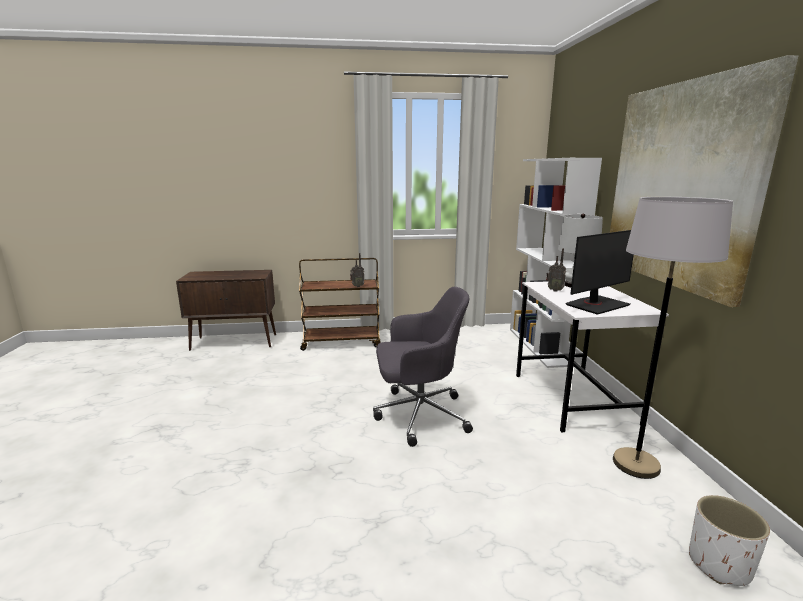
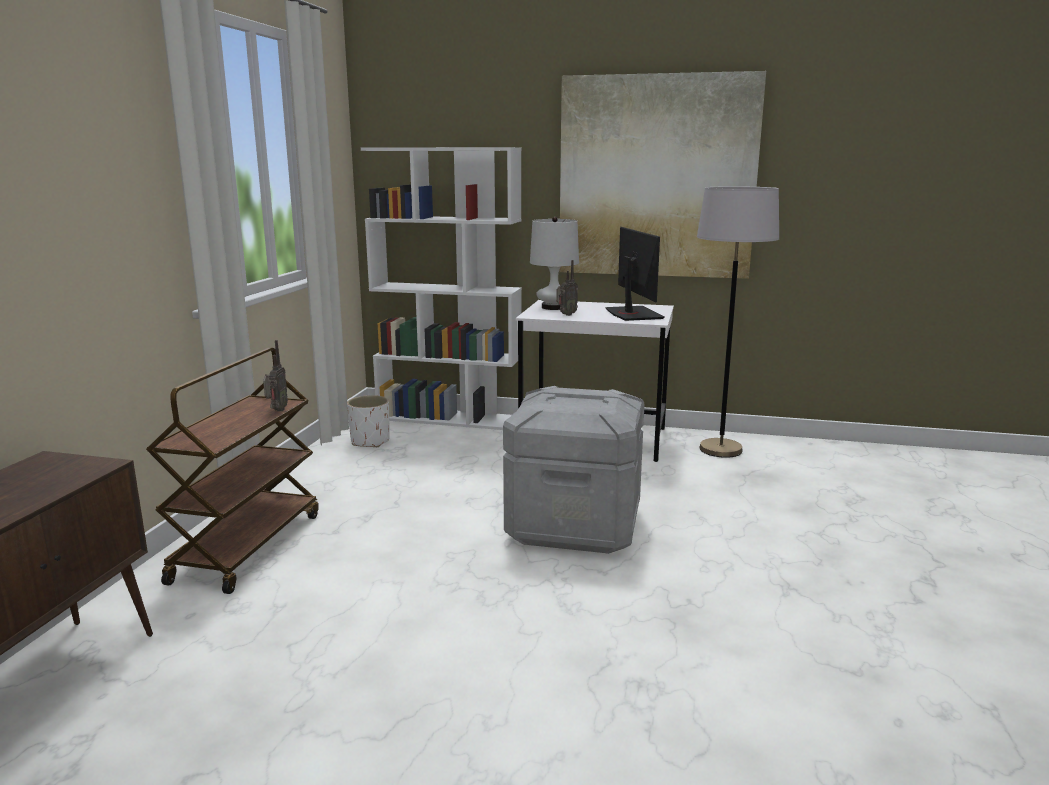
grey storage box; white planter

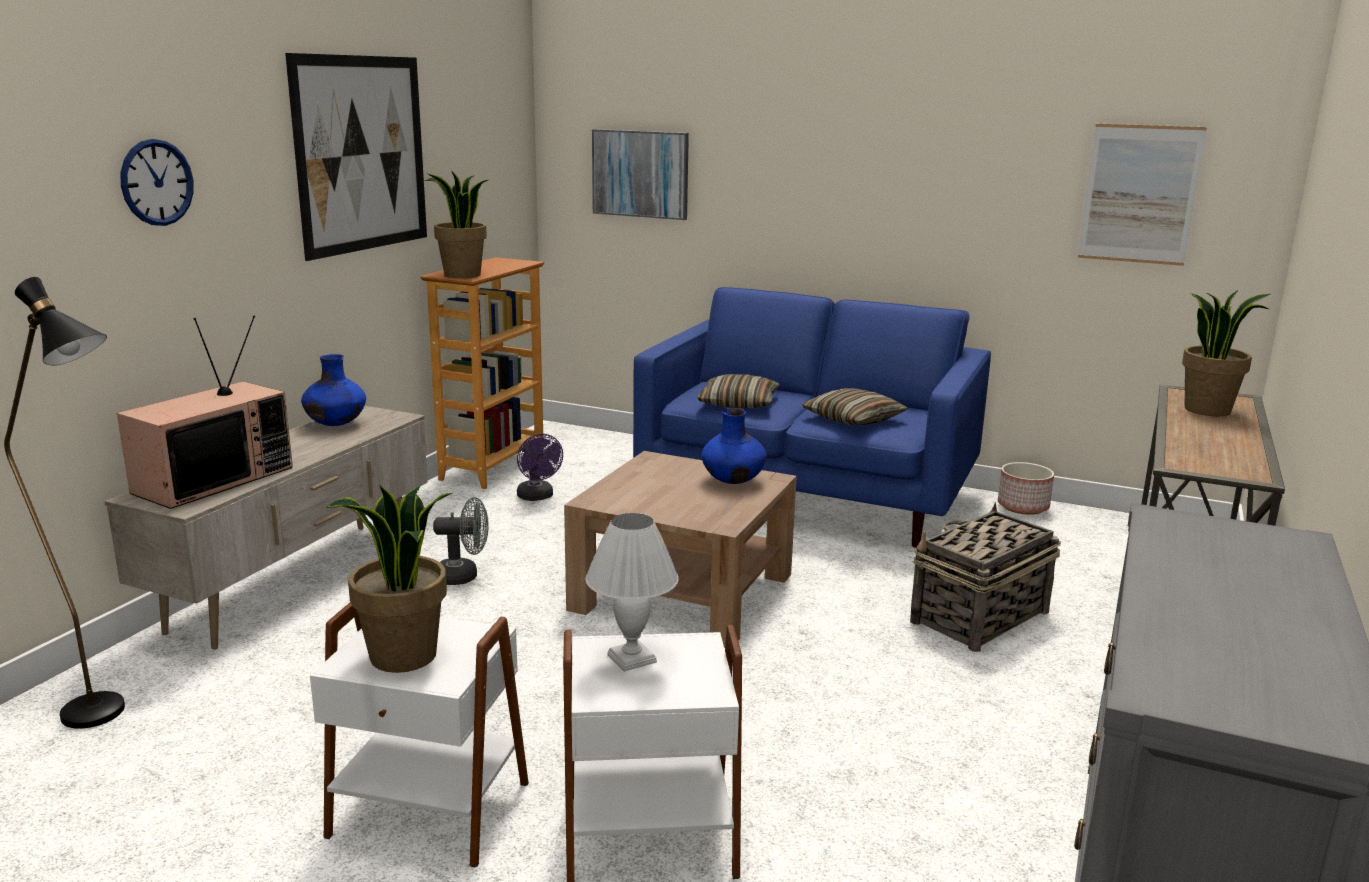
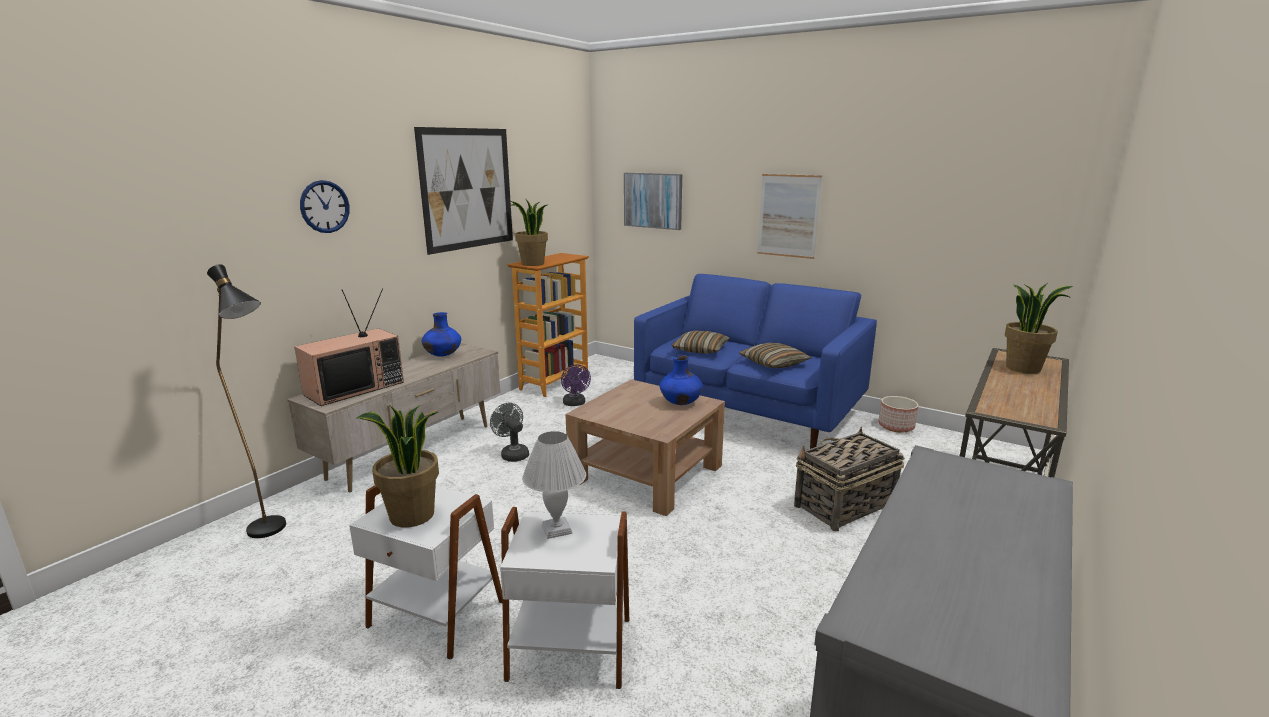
grey fan; picture (3rd from left)

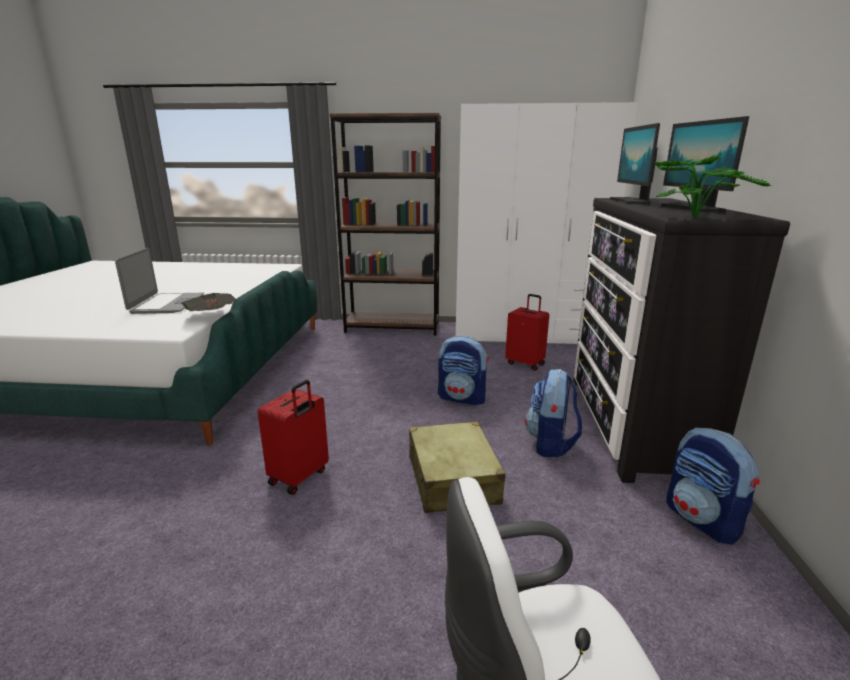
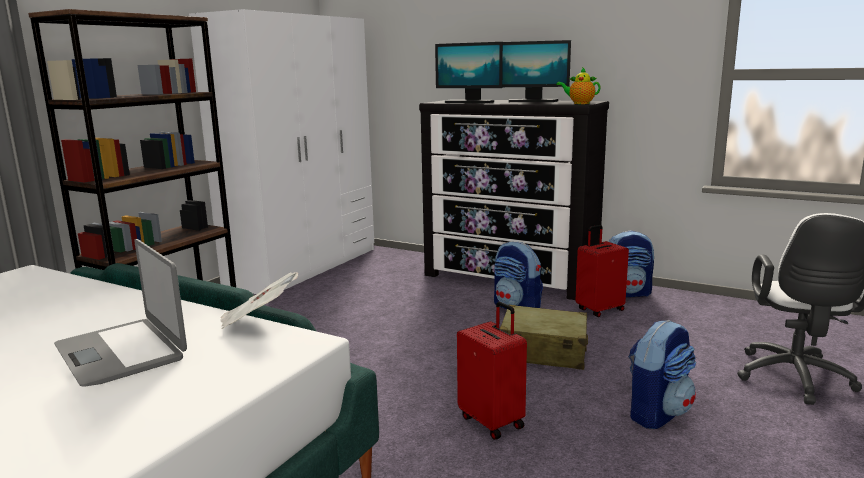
laptop; backpack (3rd from left); red suitcase (2nd from left); teapot

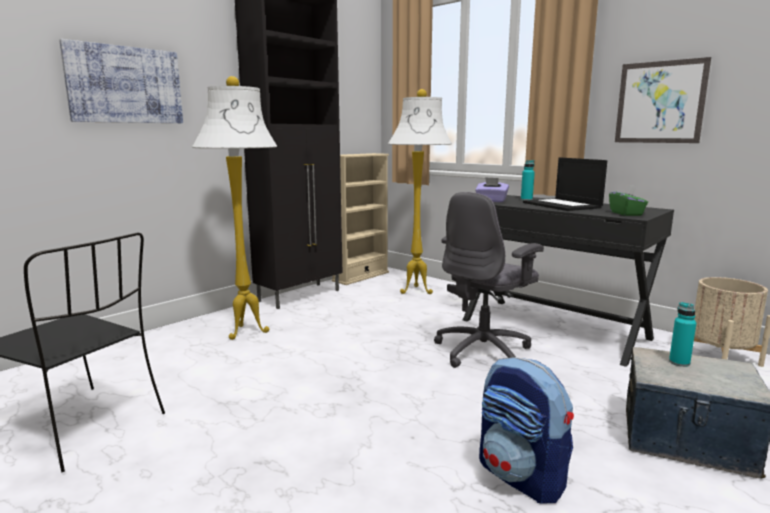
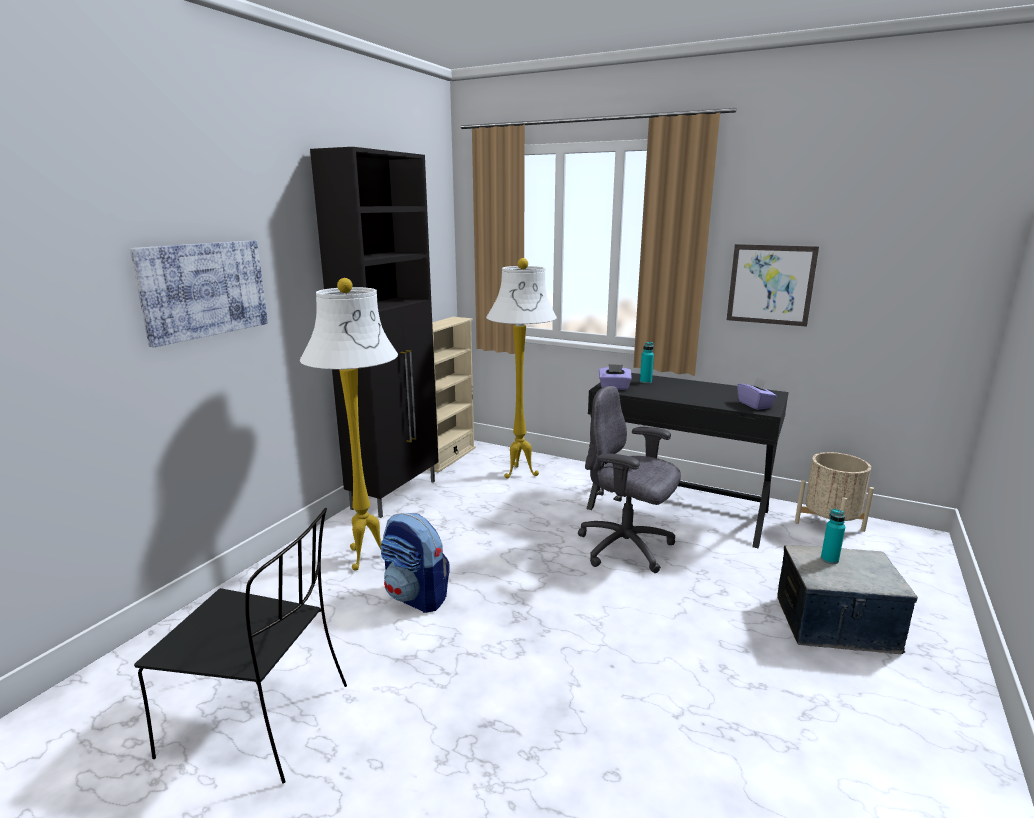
grey office chair; backpack; laptop; purple tissue box (2nd from left)

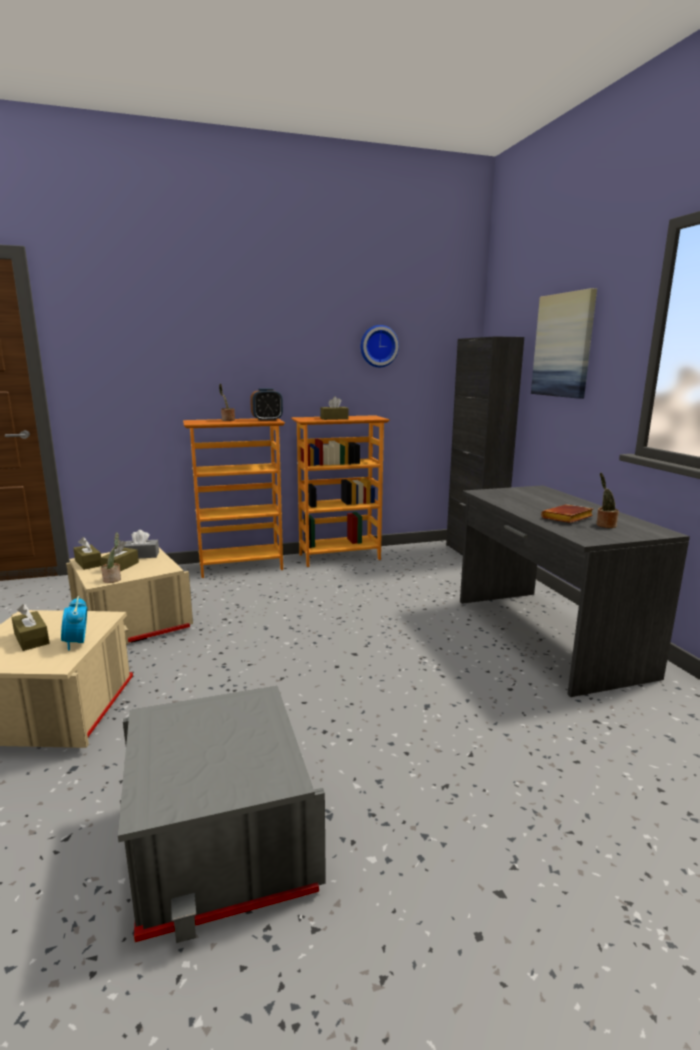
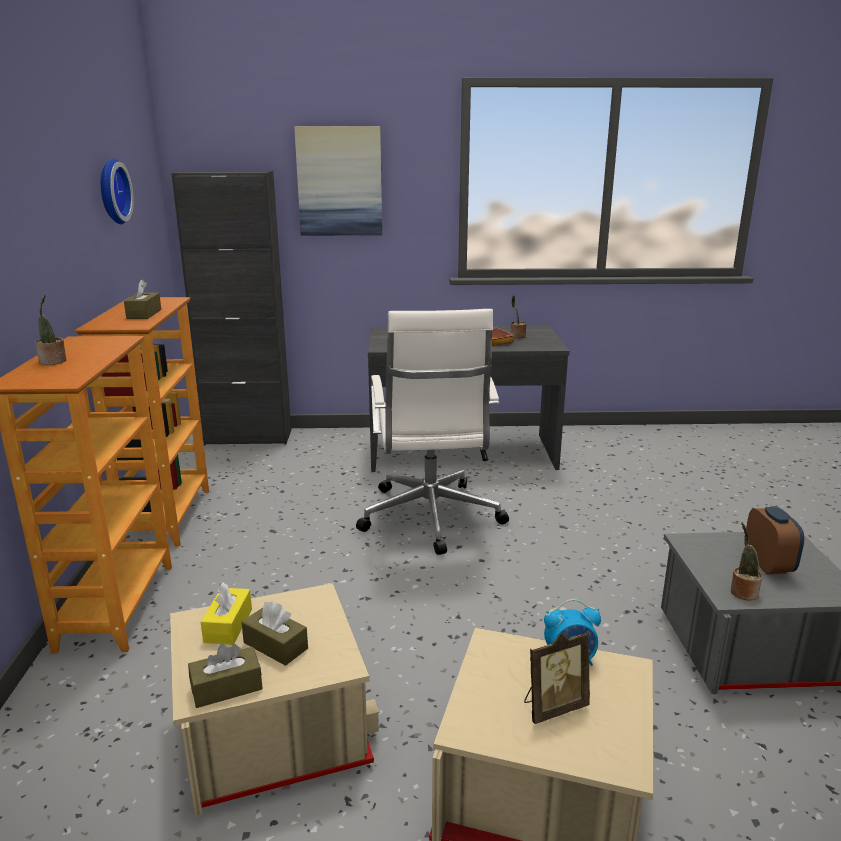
picture frame; potted plant (3rd from left); yellow tissue box; alarm clock (2nd from left); white office chair

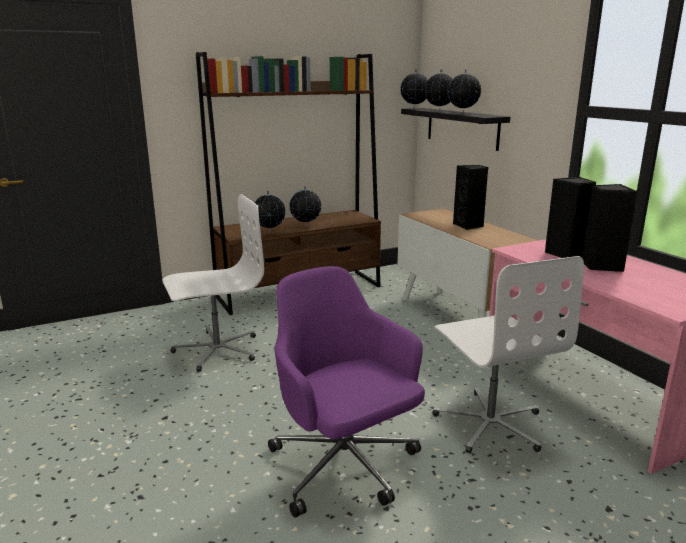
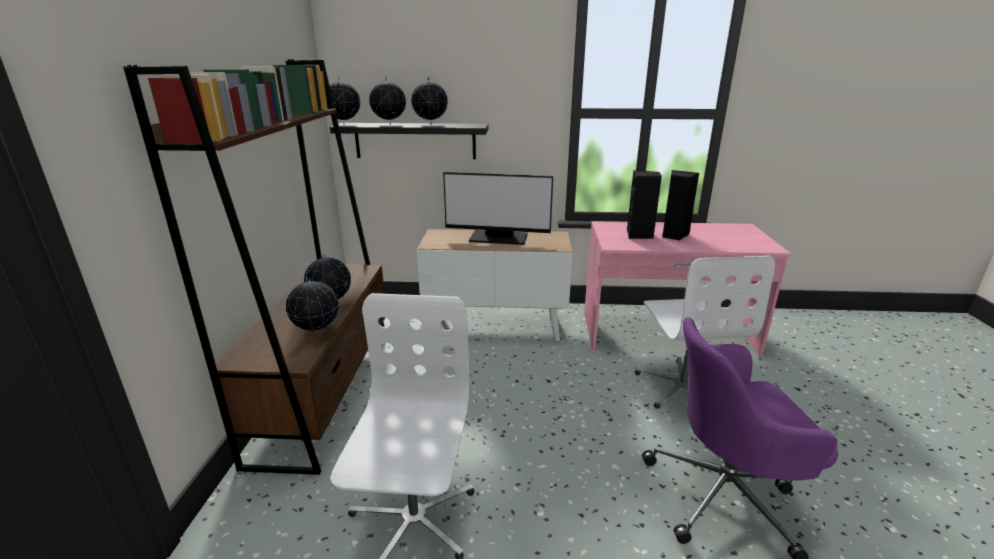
white office chair (2nd from left); monitor

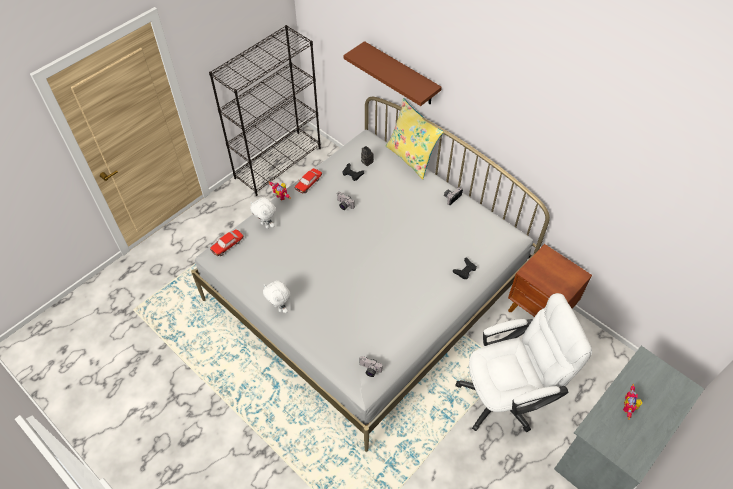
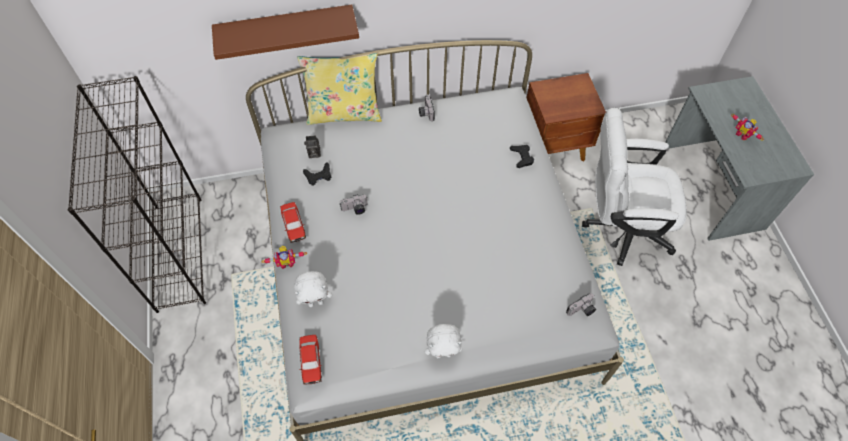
white office chair

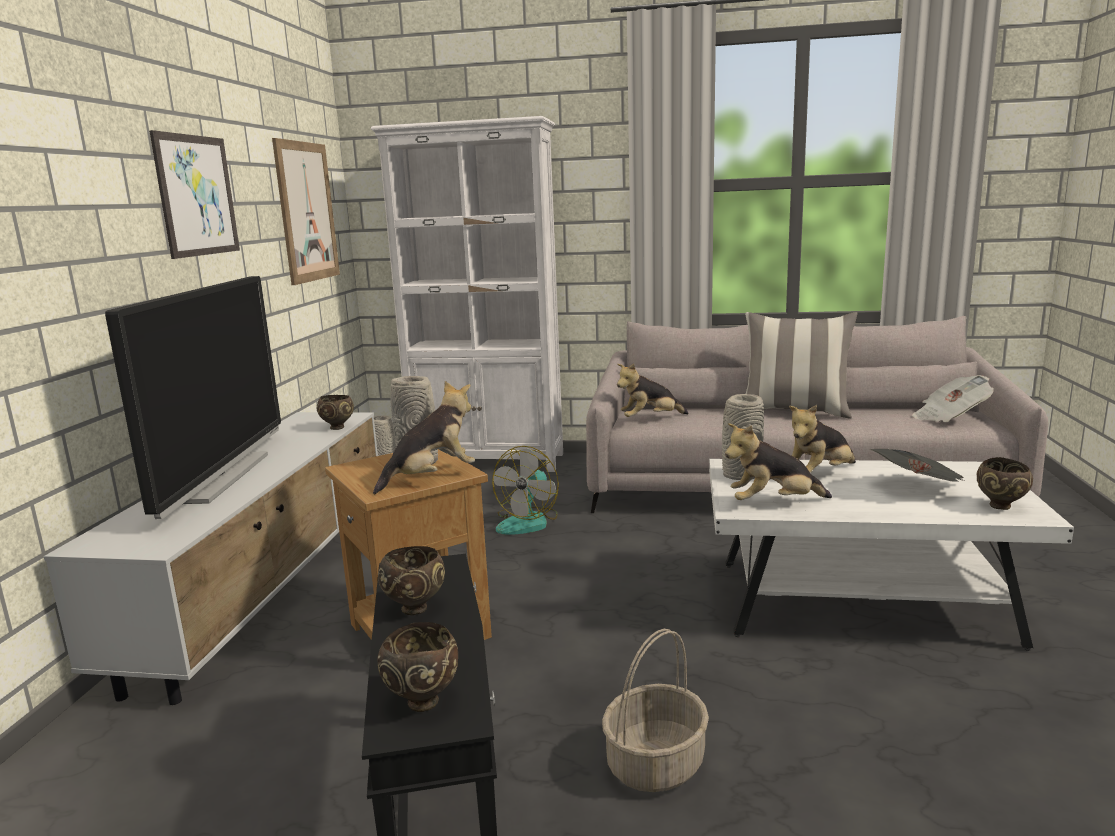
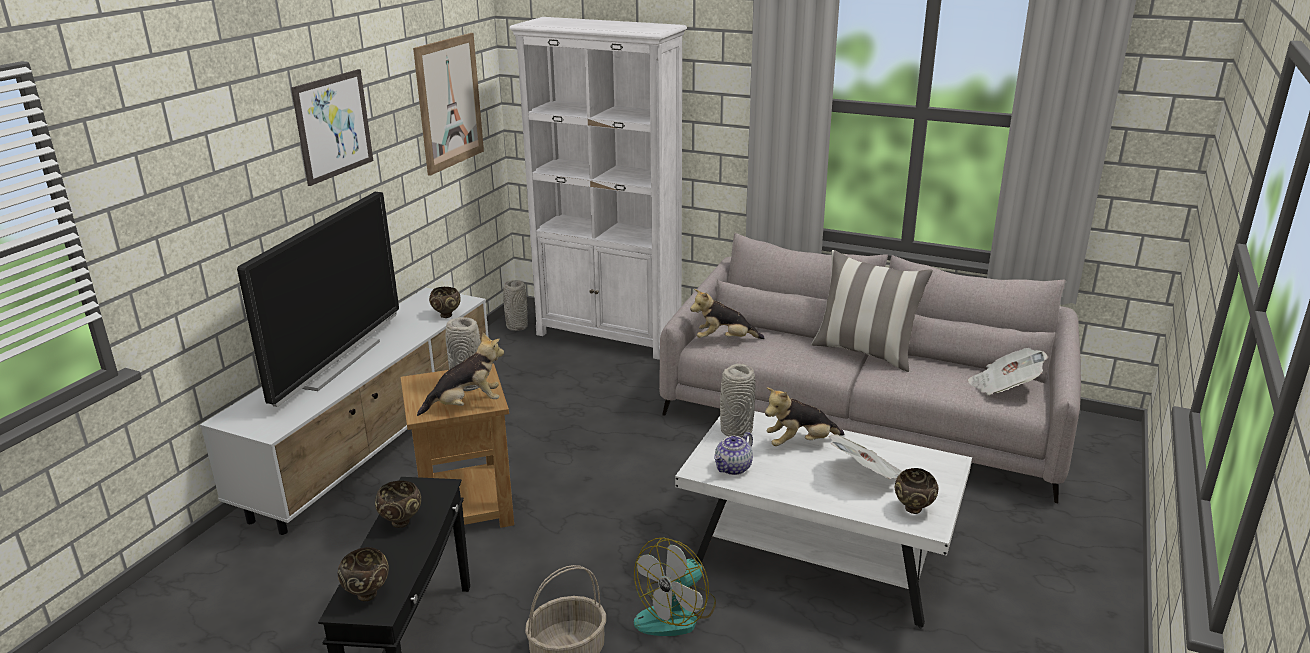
fan; teapot

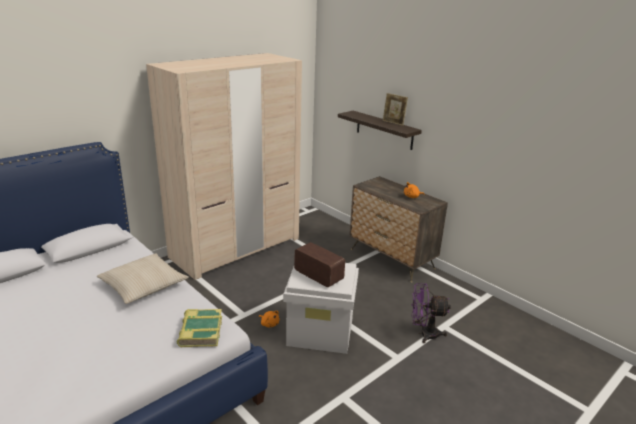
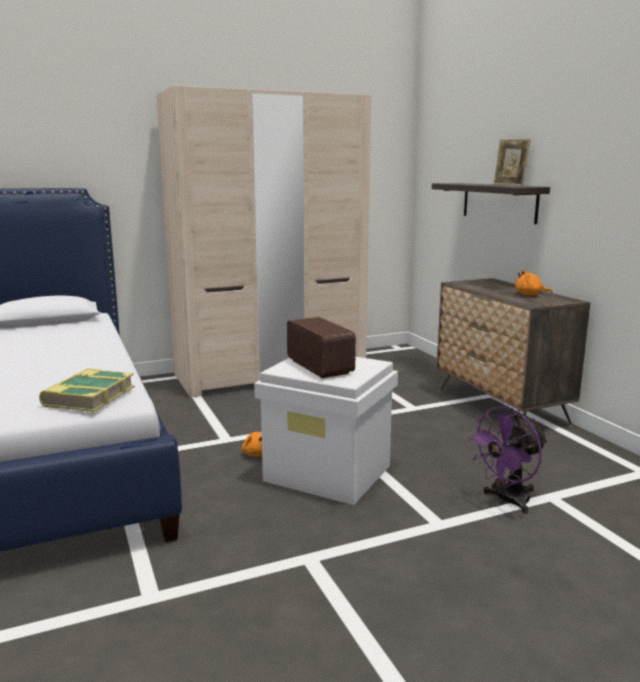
beige pillow; purple fan

